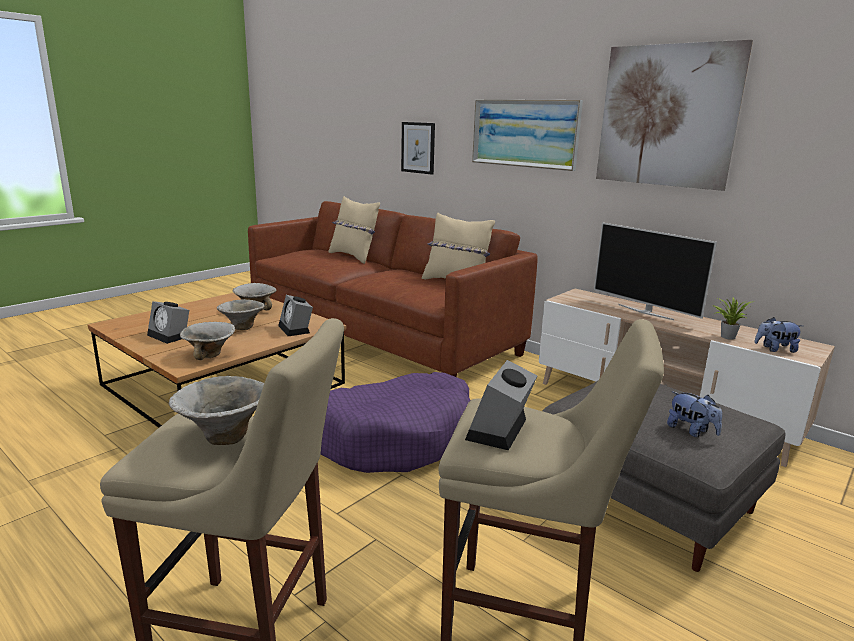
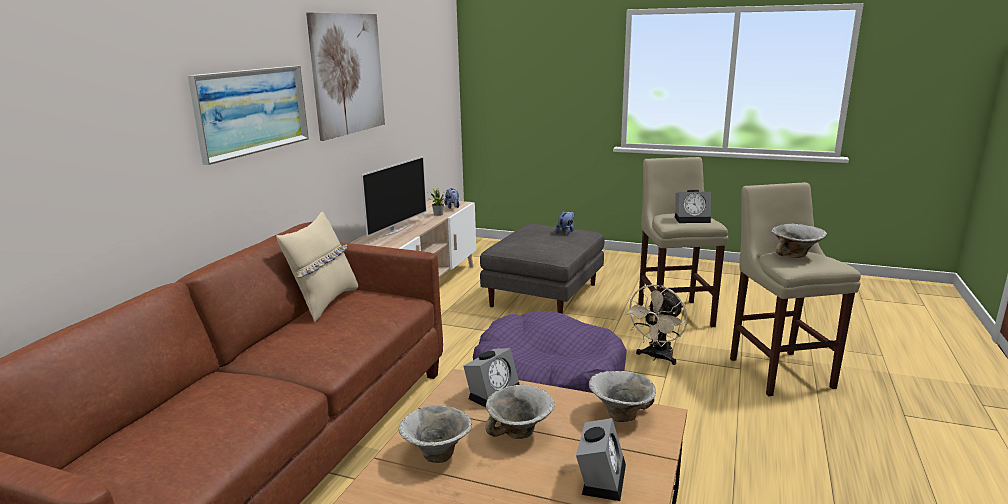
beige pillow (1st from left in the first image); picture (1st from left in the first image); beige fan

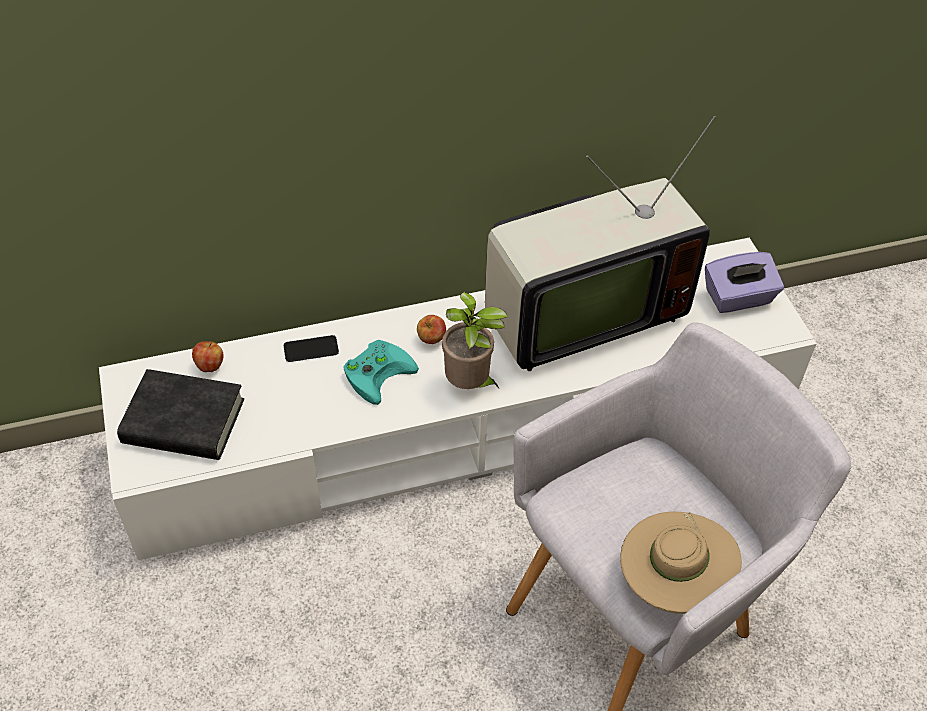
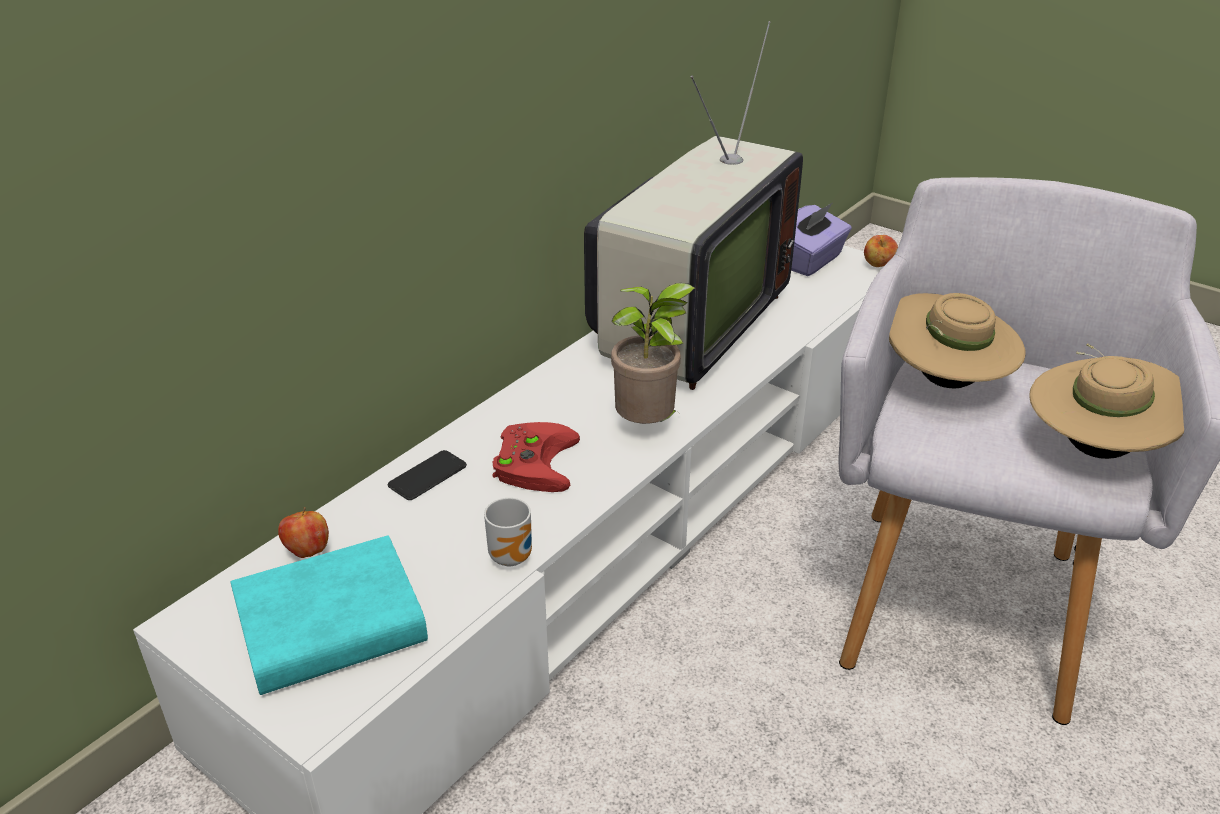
turquoise book; red game controller; apple (2nd from left); mug; beige hat (1st from left)

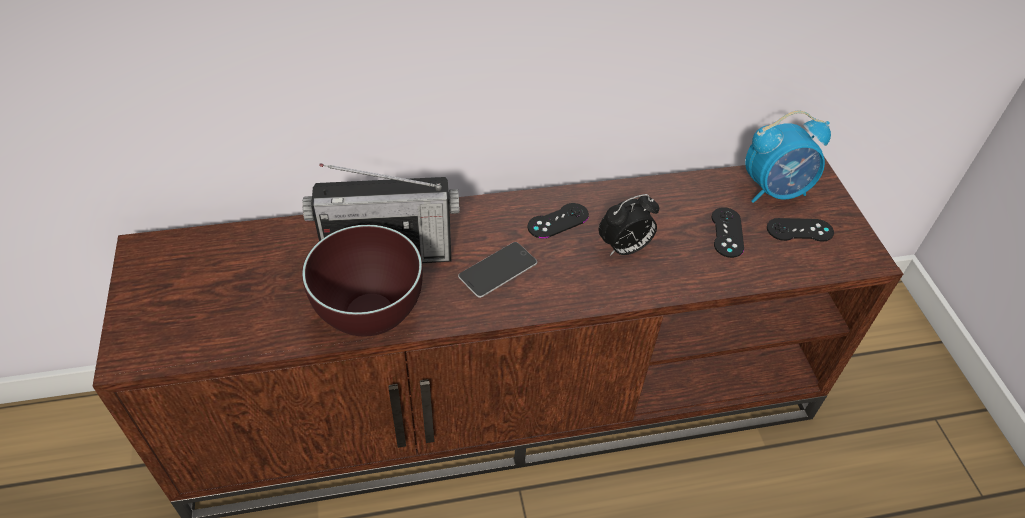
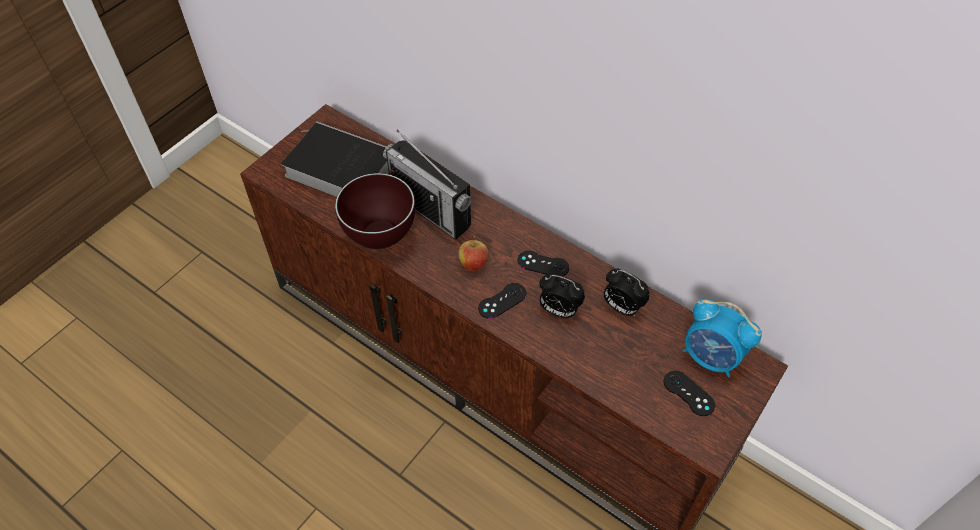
apple; black game controller (1st from left); book; alarm clock (2nd from left)

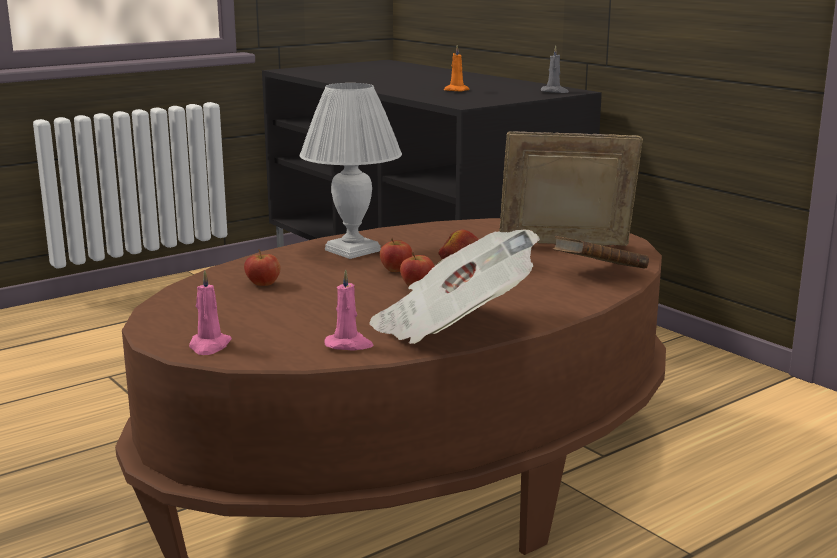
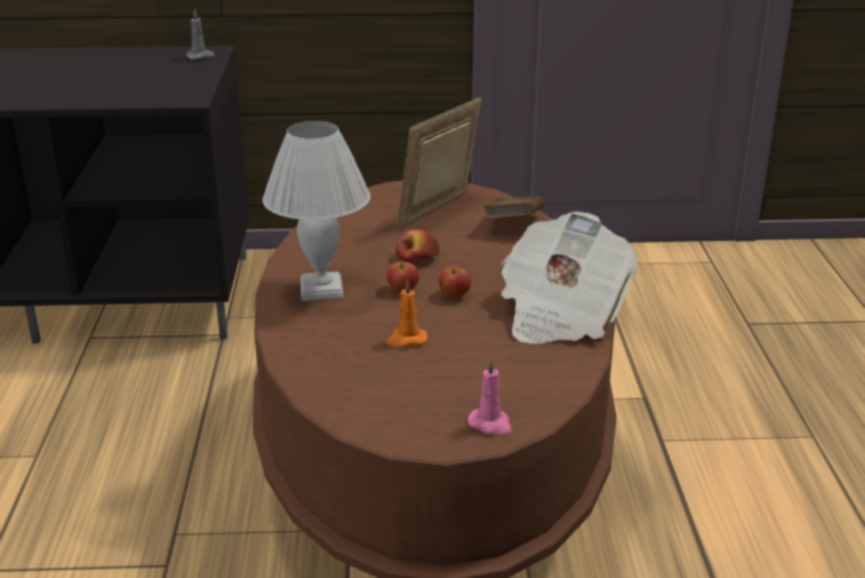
apple (1st from left in the first image); pink candle (2nd from left in the first image); orange candle

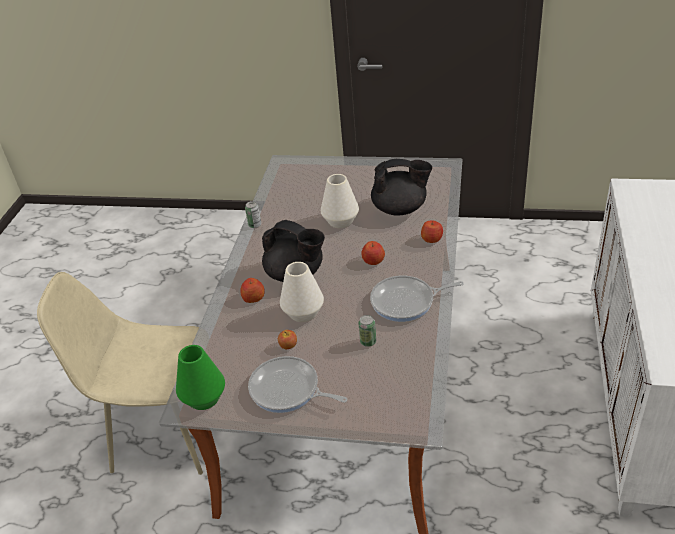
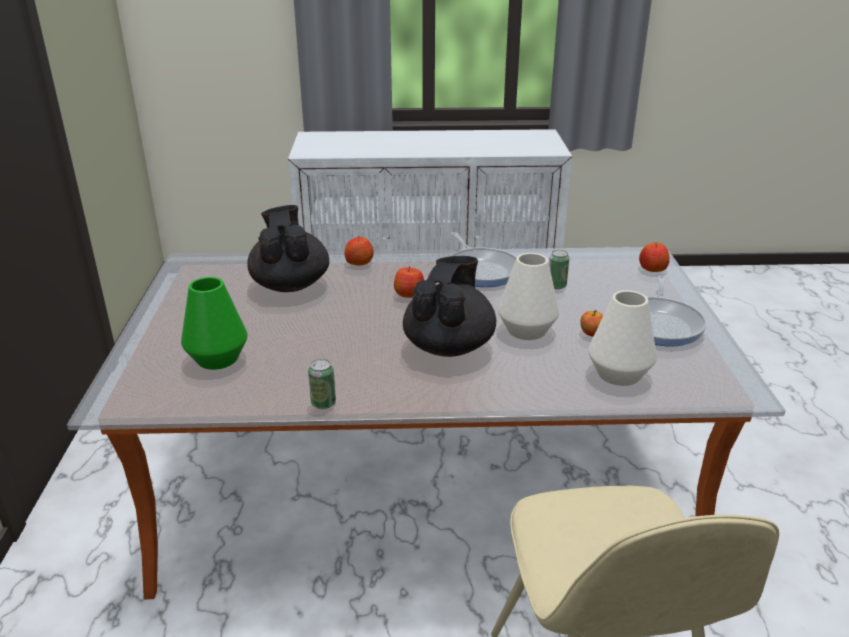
green vase; apple (4th from left); white vase (2nd from left)

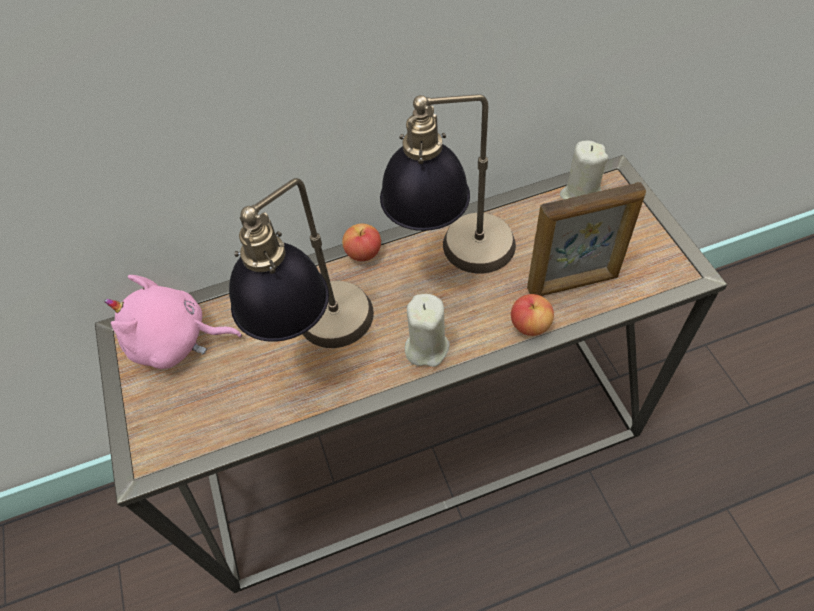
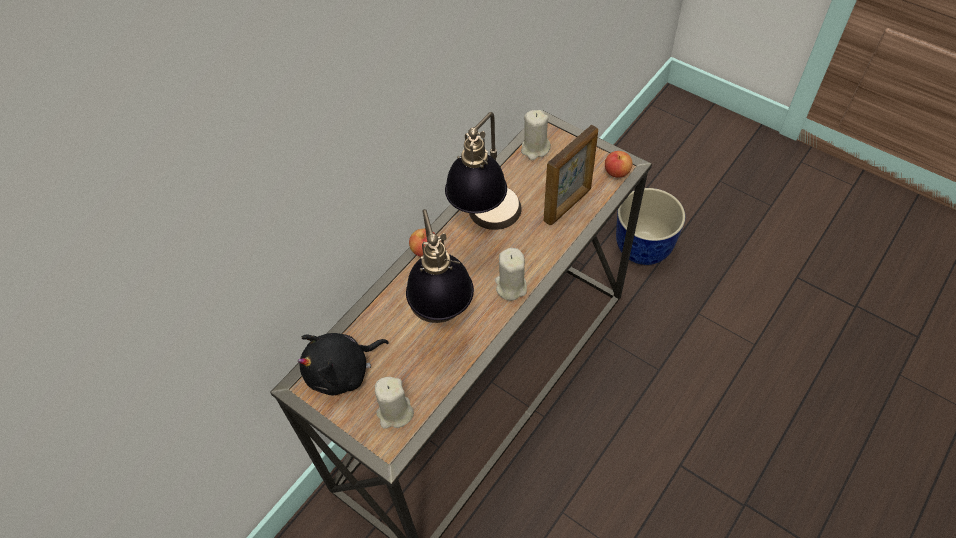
black plush toy; apple (2nd from left); beige candle (1st from left); planter

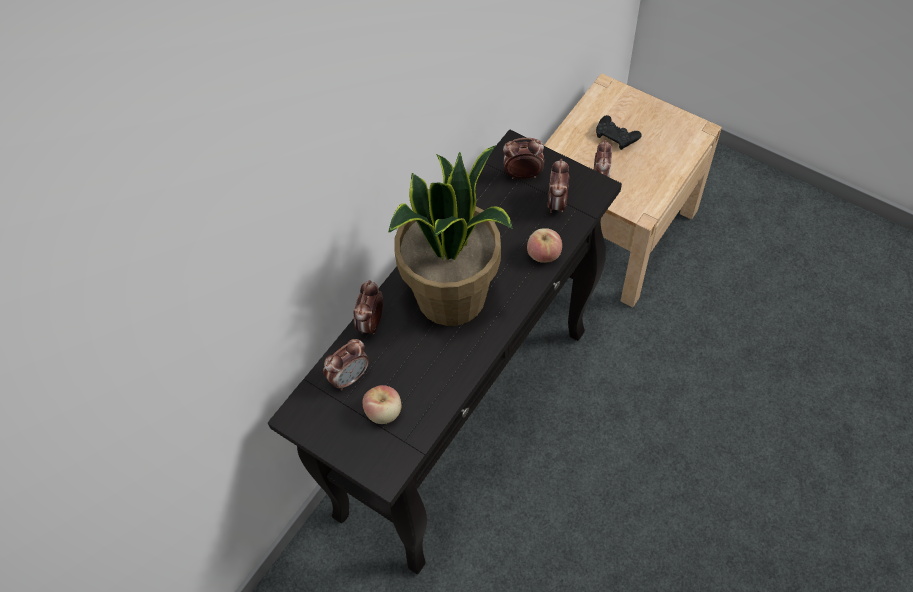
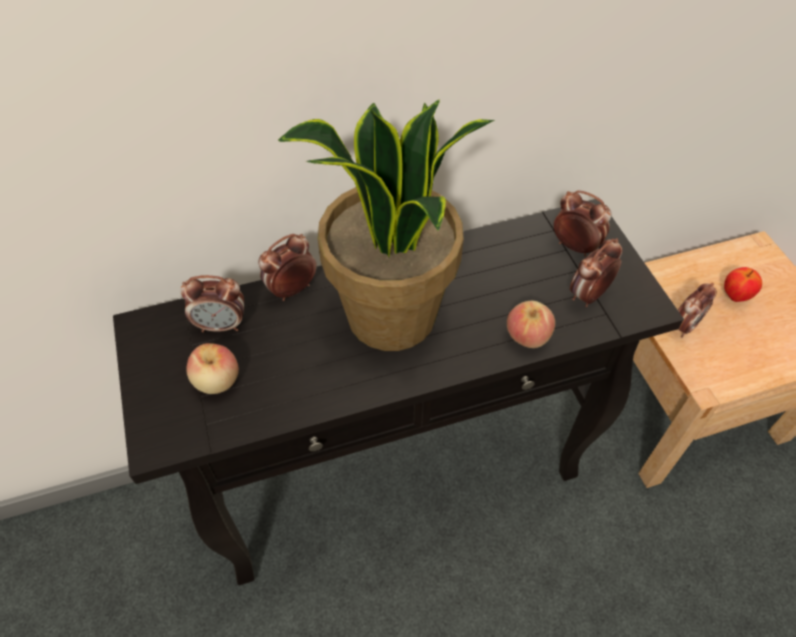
apple (3rd from left)

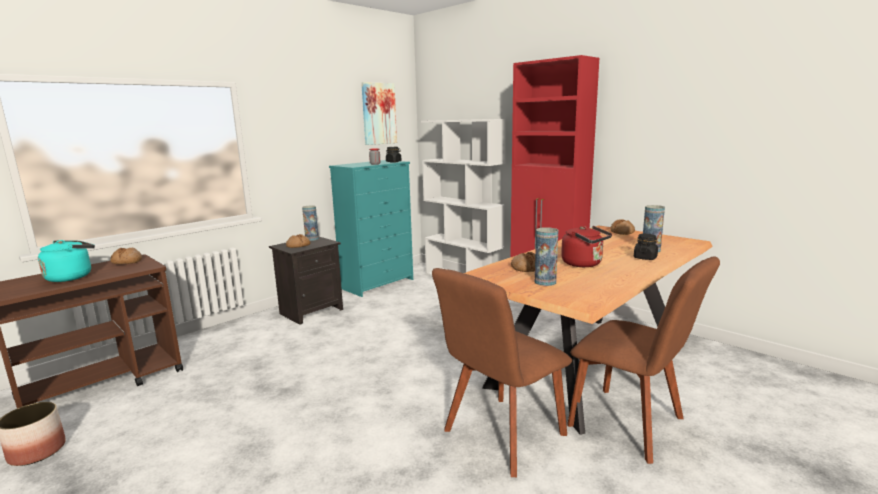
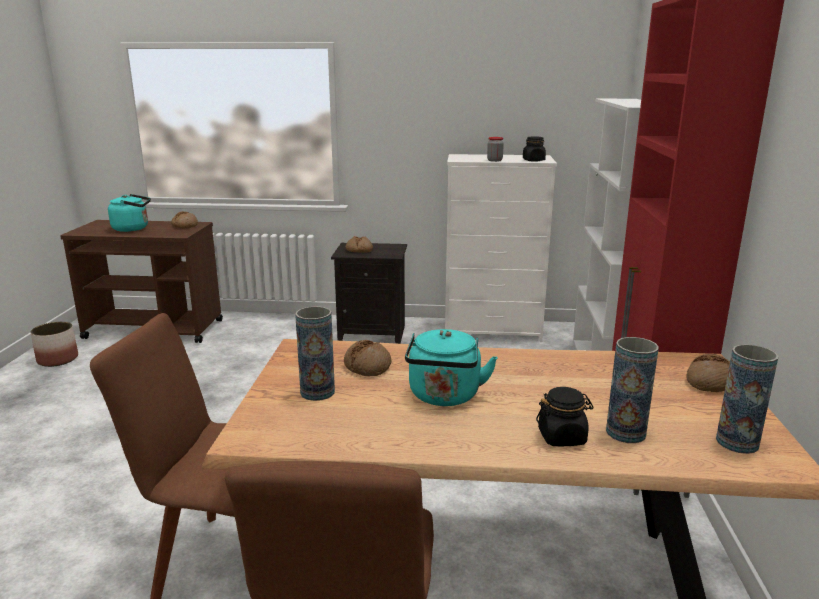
vase (3rd from left); white dresser; picture; turquoise kettle (2nd from left)

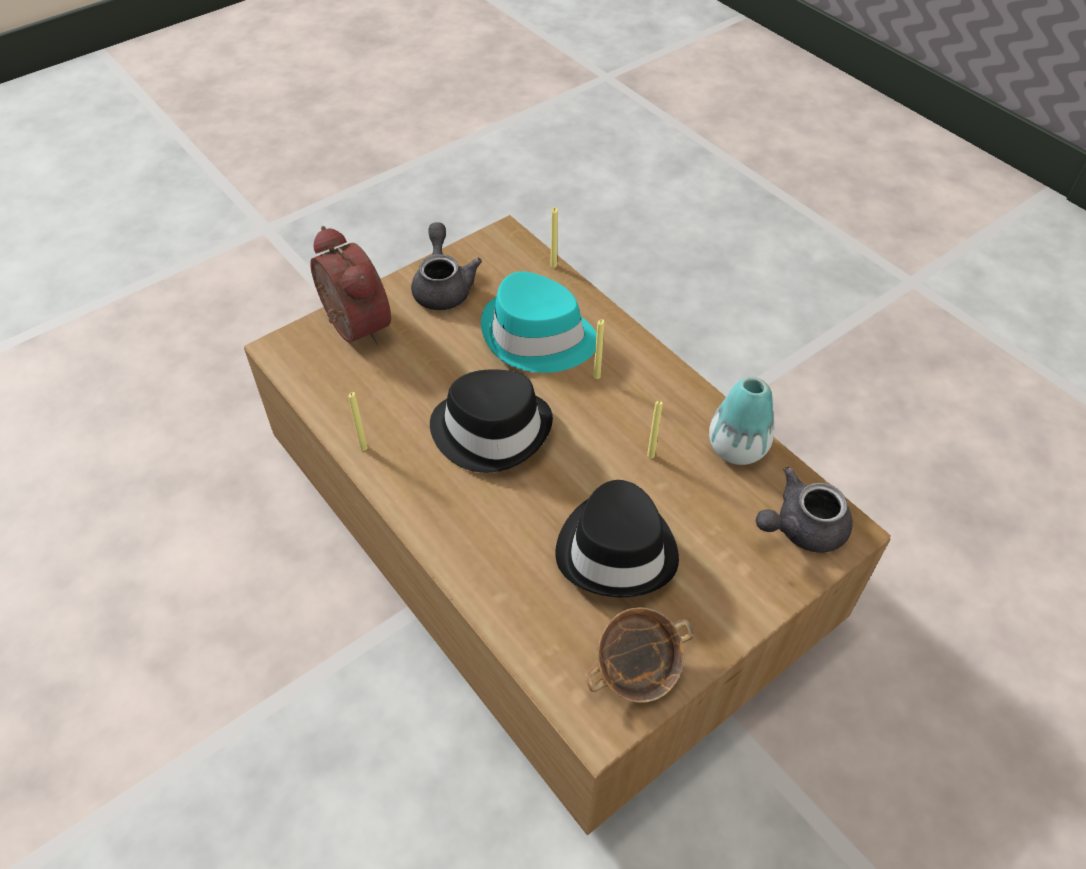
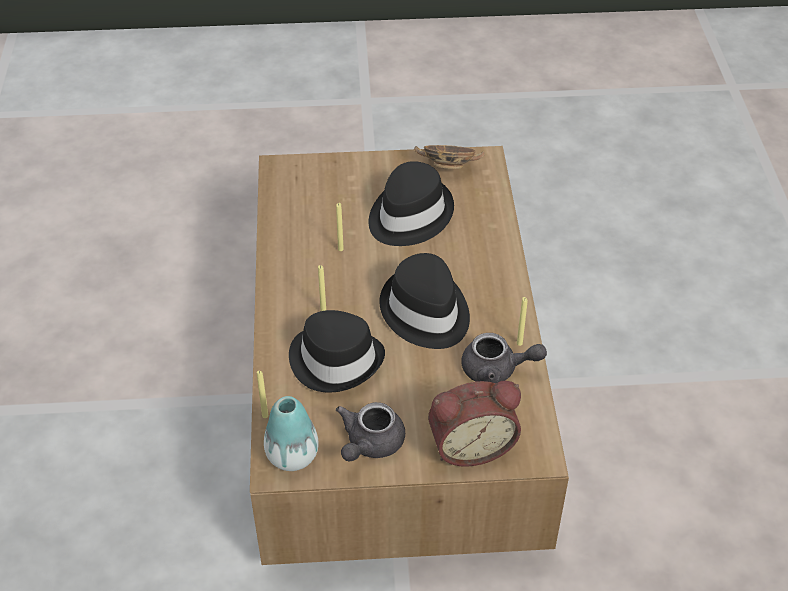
alarm clock; black hat (1st from left); vase; grey teapot (2nd from left)

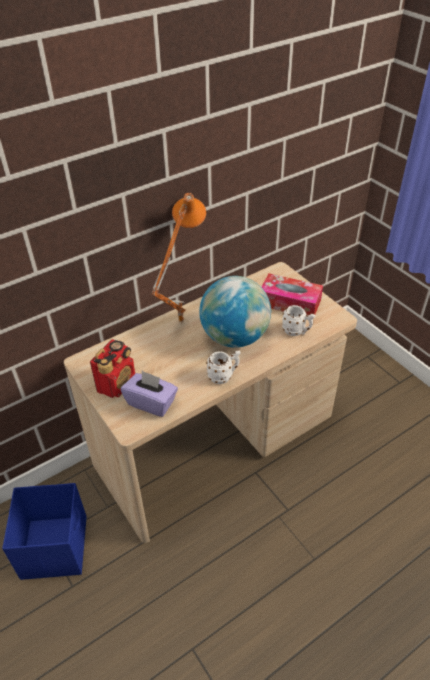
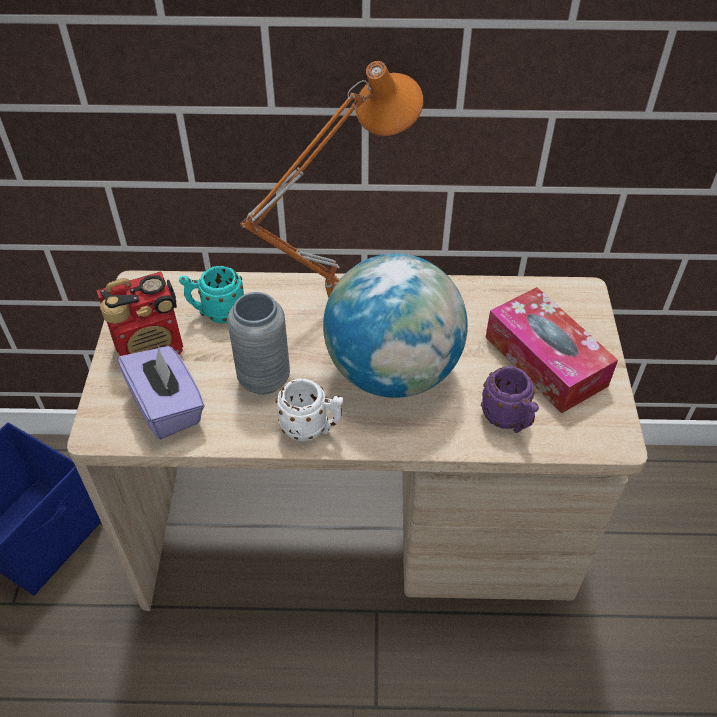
purple mug; turquoise mug; grey vase

